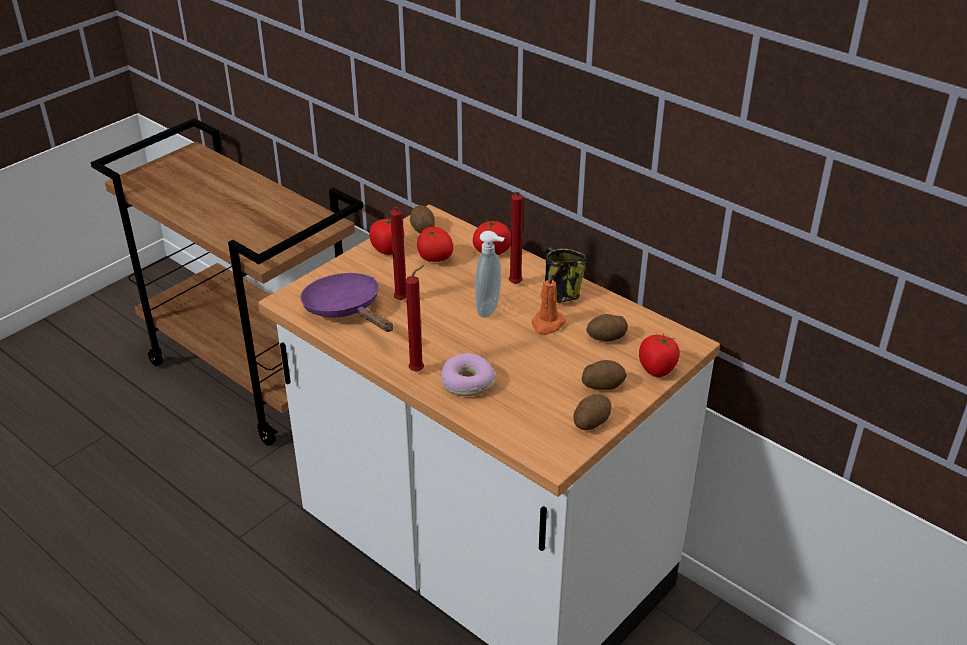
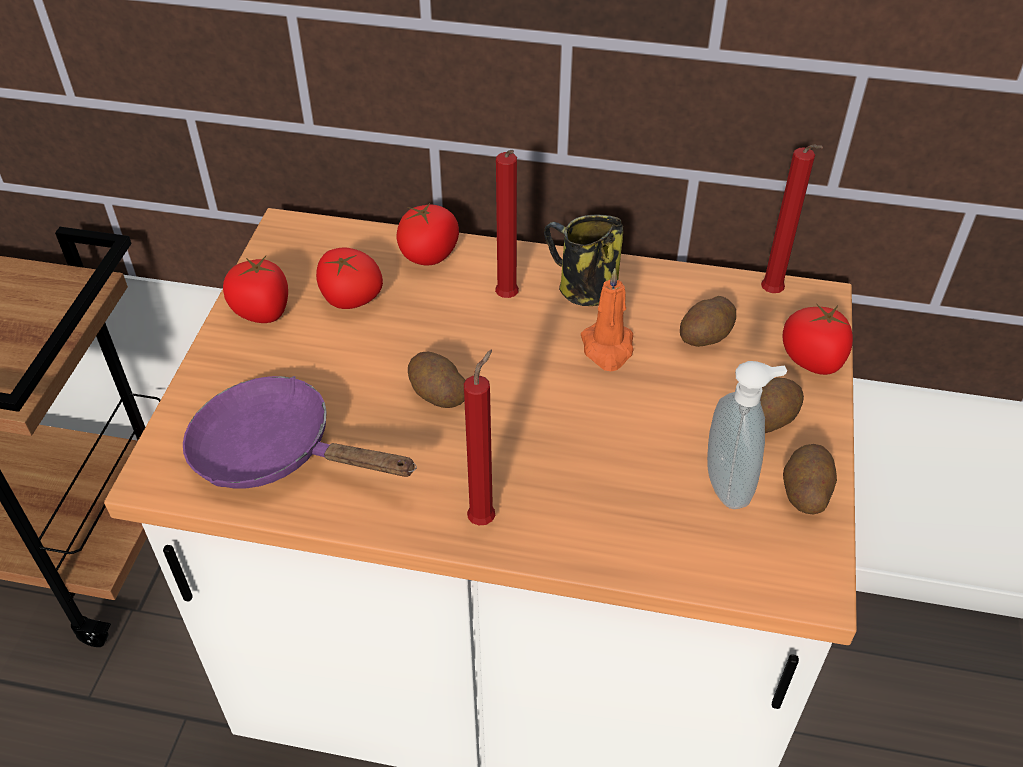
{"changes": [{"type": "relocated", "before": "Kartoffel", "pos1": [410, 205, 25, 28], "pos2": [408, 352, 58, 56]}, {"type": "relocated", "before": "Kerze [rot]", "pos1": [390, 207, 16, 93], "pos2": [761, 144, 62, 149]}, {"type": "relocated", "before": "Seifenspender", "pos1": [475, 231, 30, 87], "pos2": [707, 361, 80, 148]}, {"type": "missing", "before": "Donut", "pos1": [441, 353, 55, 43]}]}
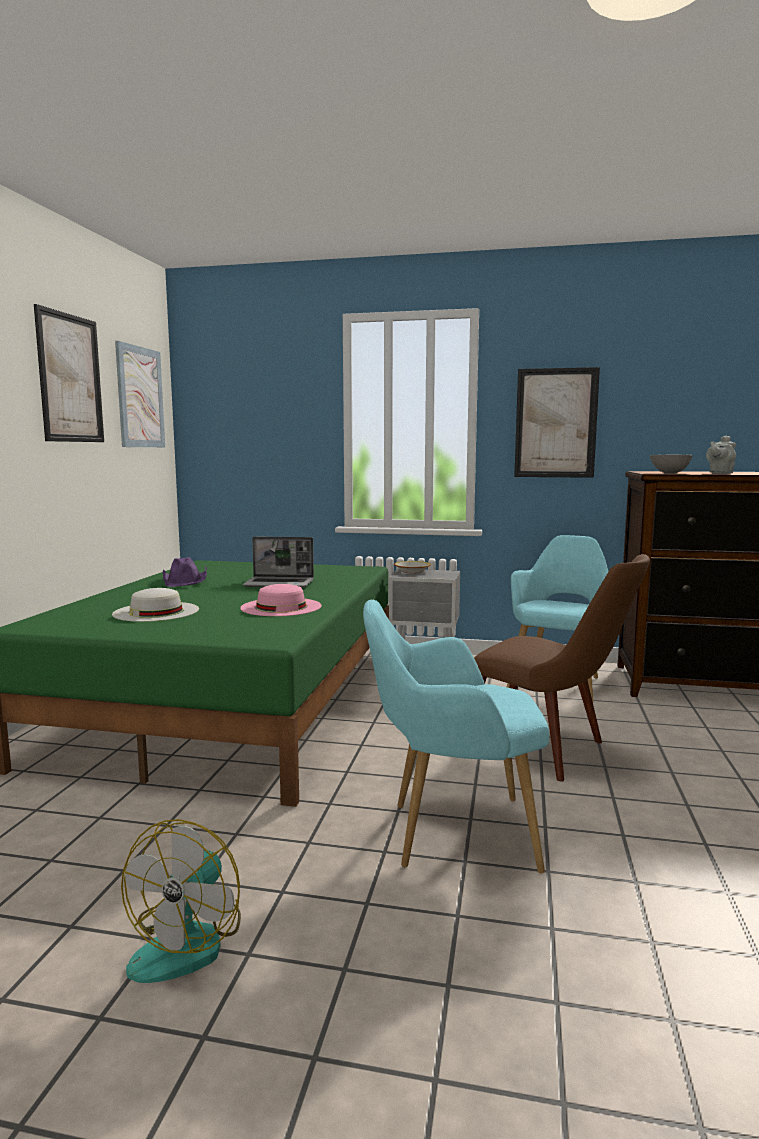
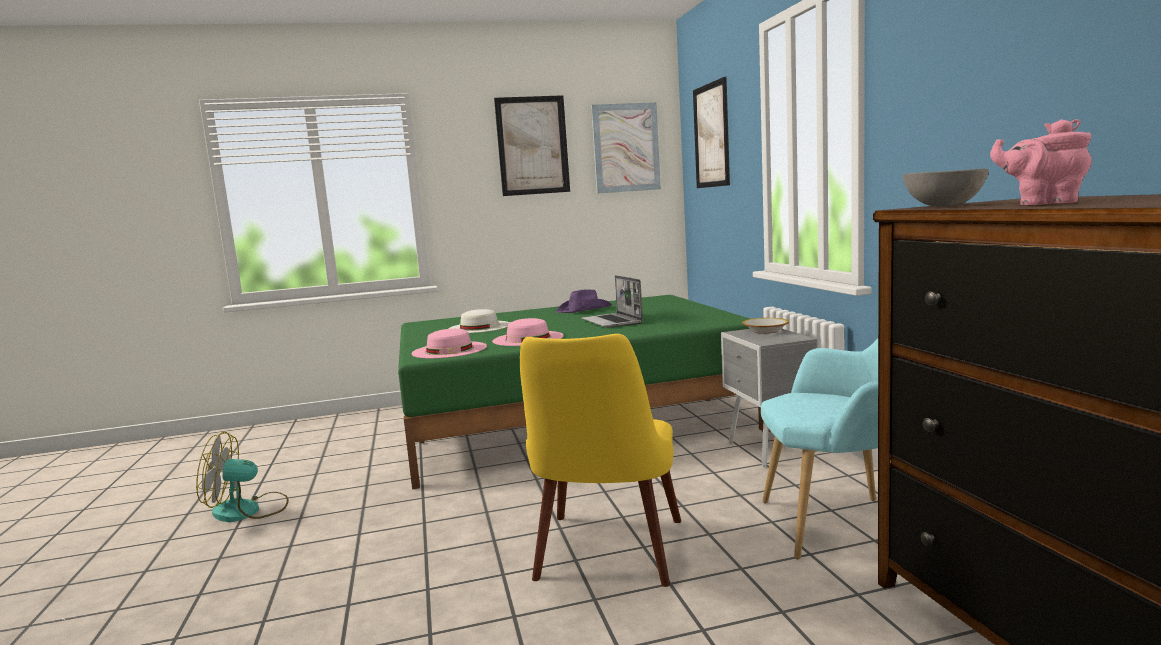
{"changes": [{"type": "relocated", "before": "Bild", "pos1": [514, 367, 86, 111], "pos2": [693, 77, 37, 111]}, {"type": "colour", "before": "Teekanne [grau]", "after": "Teekanne [rosa]", "pos1": [706, 435, 30, 39], "pos2": [990, 119, 102, 86]}, {"type": "colour", "before": "Stuhl [braun]", "after": "Stuhl [gelb]", "pos1": [474, 554, 176, 228], "pos2": [520, 334, 161, 253]}, {"type": "missing", "before": "Sessel [türkis]", "pos1": [363, 600, 186, 274]}, {"type": "appeared", "after": "Hut [rosa]", "pos2": [411, 329, 76, 29]}]}
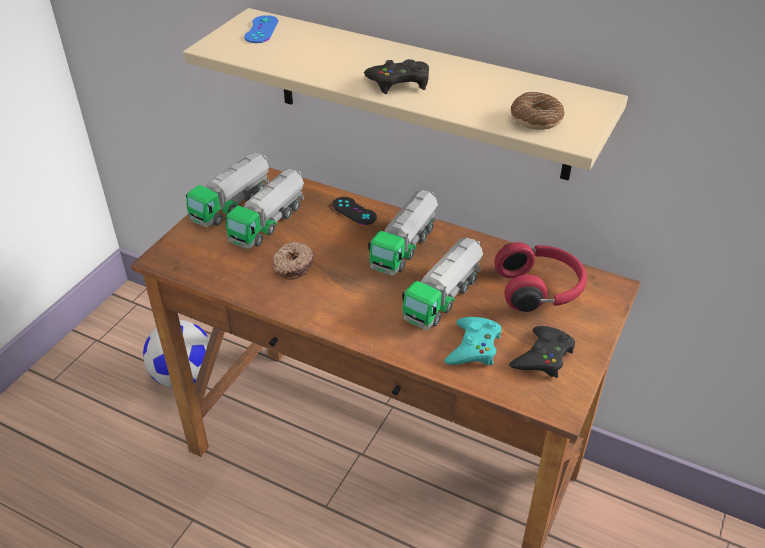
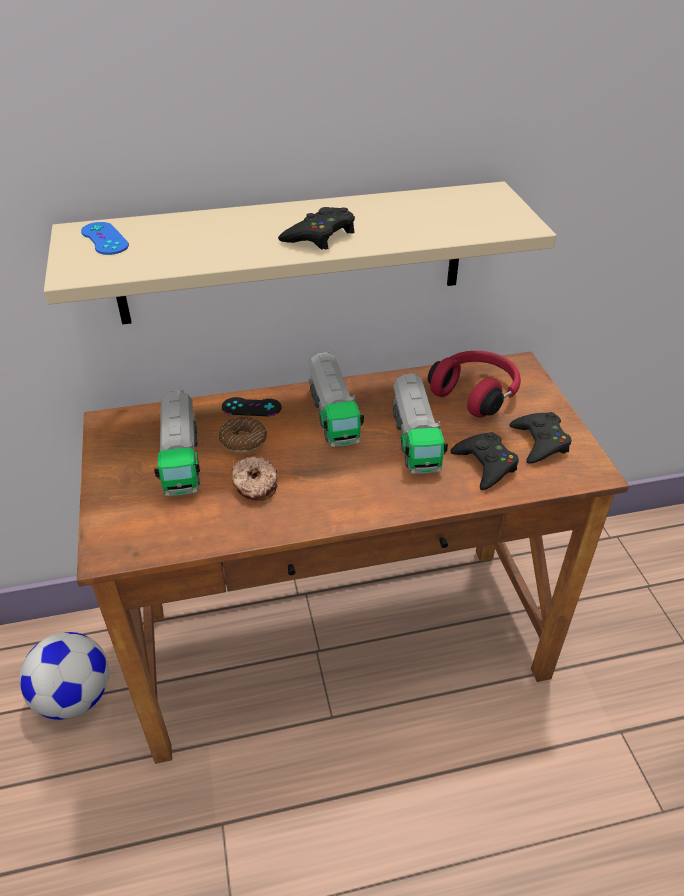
{"changes": [{"type": "relocated", "before": "Donut", "pos1": [511, 92, 54, 38], "pos2": [219, 417, 48, 37]}, {"type": "missing", "before": "Spielzeuglaster", "pos1": [186, 152, 83, 75]}, {"type": "colour", "before": "Gamepad [türkis]", "after": "Gamepad [schwarz]", "pos1": [444, 317, 58, 48], "pos2": [450, 432, 69, 58]}]}
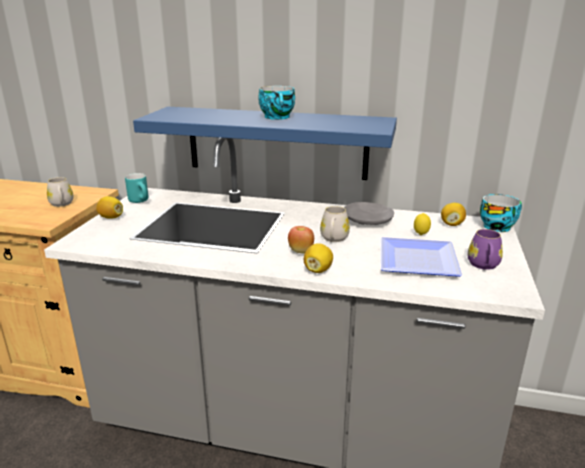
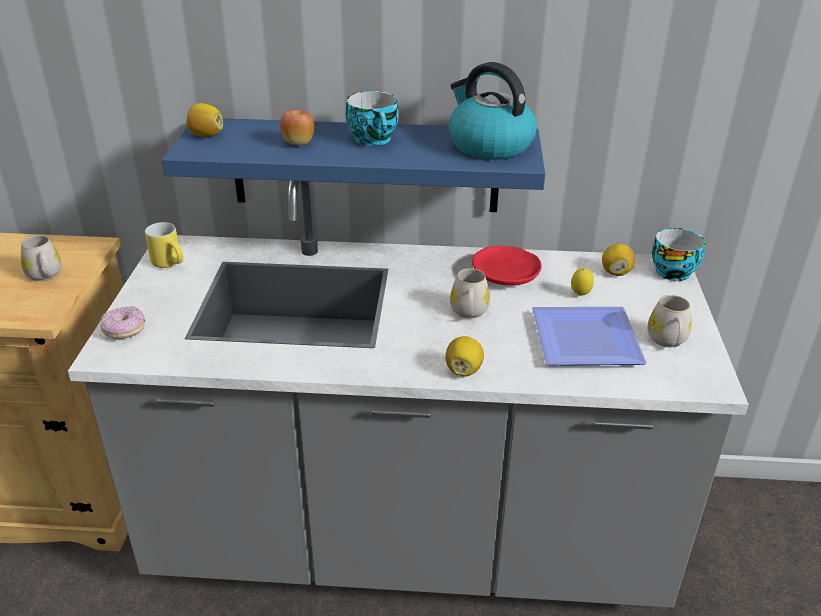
{"changes": [{"type": "colour", "before": "Henkelbecher [türkis]", "after": "Henkelbecher [gelb]", "pos1": [125, 173, 24, 30], "pos2": [145, 222, 38, 46]}, {"type": "relocated", "before": "Zitrone", "pos1": [96, 196, 27, 23], "pos2": [186, 103, 37, 33]}, {"type": "colour", "before": "Teller [grau]", "after": "Teller [rot]", "pos1": [344, 202, 50, 23], "pos2": [472, 246, 70, 39]}, {"type": "relocated", "before": "Apfel", "pos1": [288, 226, 26, 28], "pos2": [280, 109, 34, 36]}, {"type": "colour", "before": "Henkelbecher [lila]", "after": "Henkelbecher [weiß]", "pos1": [468, 229, 35, 41], "pos2": [647, 295, 45, 52]}, {"type": "appeared", "after": "Wasserkessel", "pos2": [449, 62, 88, 98]}, {"type": "appeared", "after": "Donut", "pos2": [100, 306, 45, 33]}]}
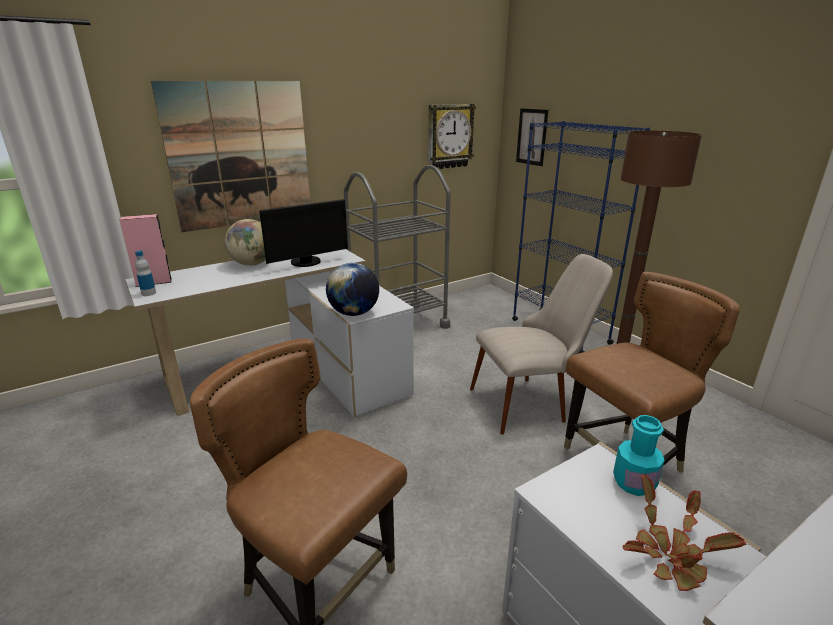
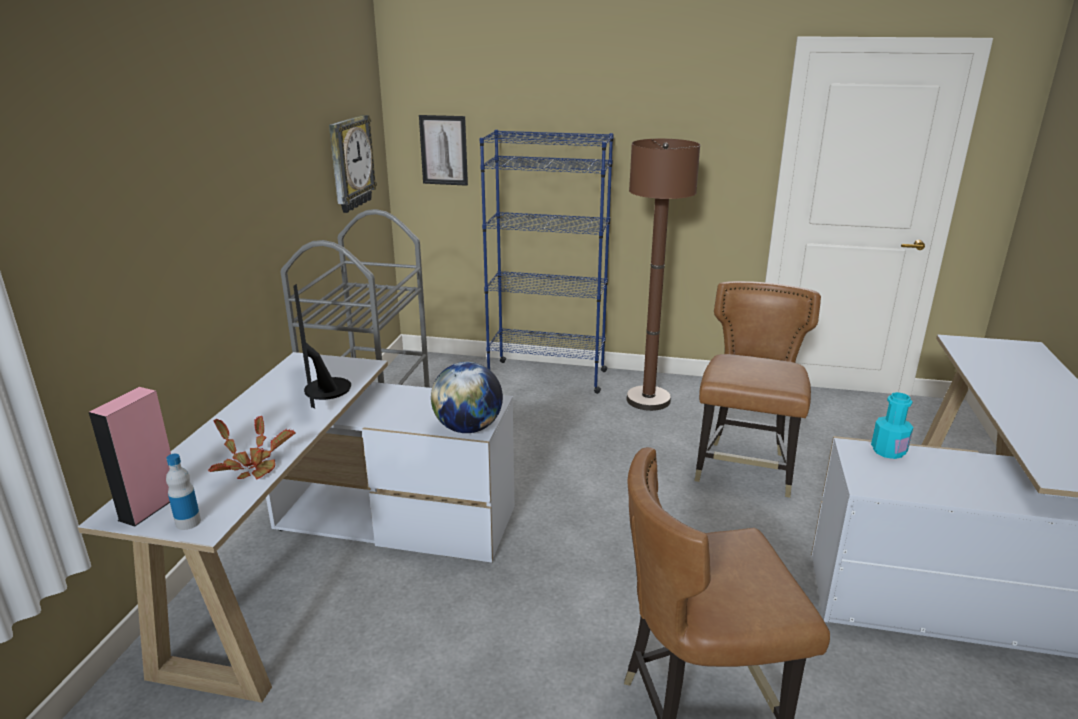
{"changes": [{"type": "missing", "before": "Bild", "pos1": [151, 81, 160, 151]}, {"type": "spun", "before": "Monitor", "pos1": [259, 199, 89, 68], "pos2": [293, 284, 58, 125], "turn": 150}, {"type": "missing", "before": "Globus", "pos1": [225, 219, 41, 47]}, {"type": "missing", "before": "Stuhl [beige]", "pos1": [470, 254, 143, 181]}, {"type": "relocated", "before": "Topfpflanze", "pos1": [623, 474, 124, 117], "pos2": [208, 416, 88, 63]}]}
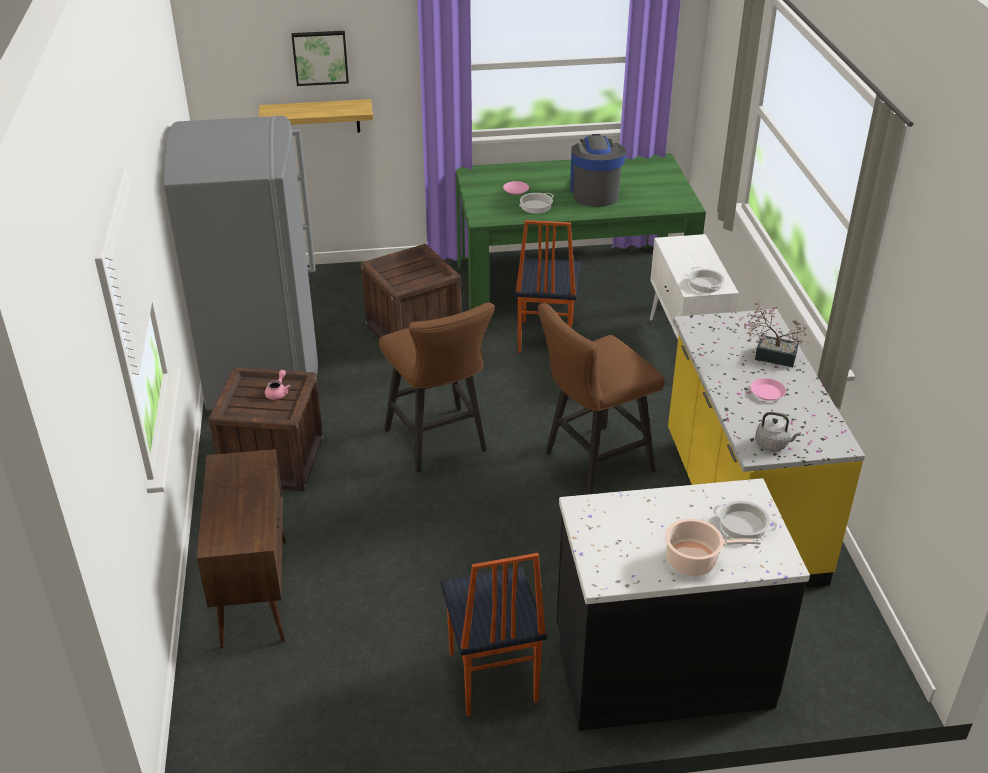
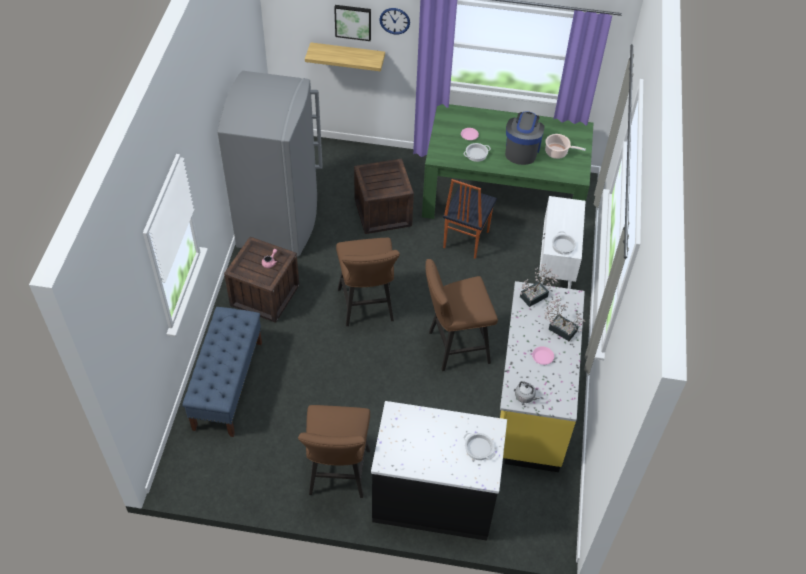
{"changes": [{"type": "exchanged", "before": "Schrank [braun]", "after": "Bank [blau]", "pos1": [197, 449, 89, 199], "pos2": [182, 307, 80, 130]}, {"type": "relocated", "before": "Kochtopf", "pos1": [665, 519, 96, 57], "pos2": [545, 134, 41, 25]}, {"type": "exchanged", "before": "Stuhl", "after": "Hocker [braun]", "pos1": [440, 553, 107, 164], "pos2": [298, 405, 73, 93]}, {"type": "appeared", "after": "Wanduhr", "pos2": [379, 8, 31, 26]}, {"type": "appeared", "after": "Topfpflanze", "pos2": [520, 264, 39, 43]}]}
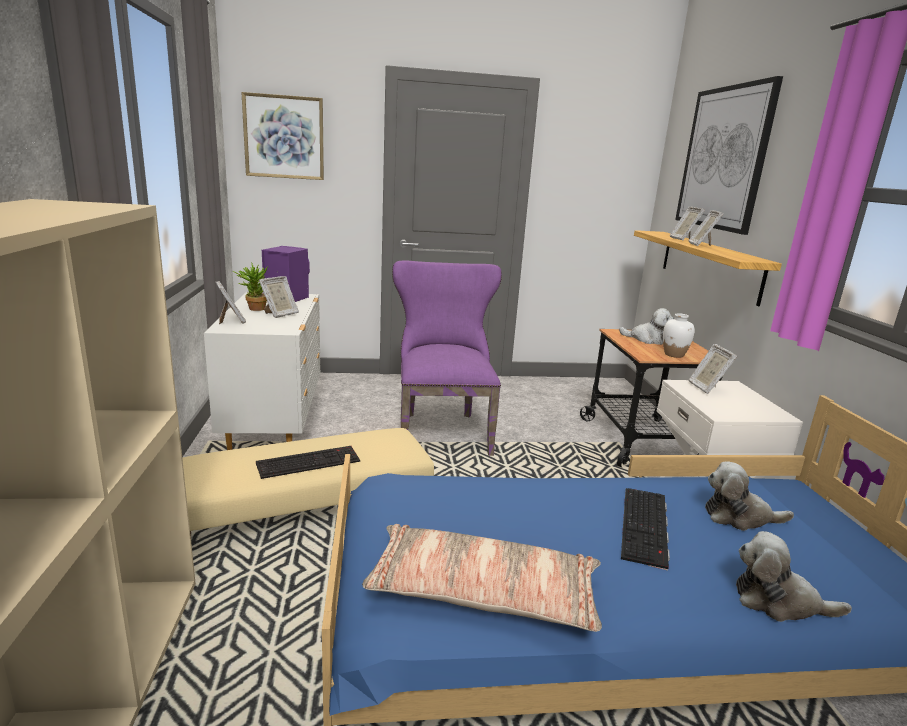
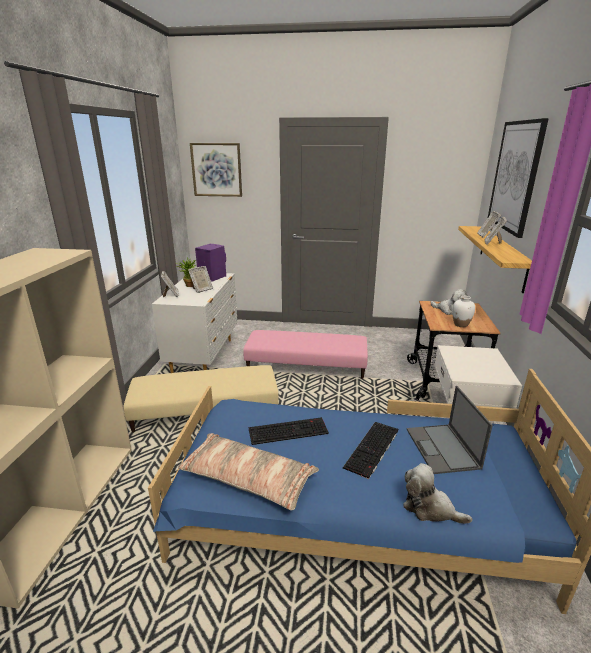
{"changes": [{"type": "exchanged", "before": "Stuhl [lila]", "after": "Polsterhocker [rosa]", "pos1": [392, 260, 110, 196], "pos2": [243, 330, 125, 49]}, {"type": "missing", "before": "Bilderrahmen", "pos1": [689, 344, 48, 50]}, {"type": "relocated", "before": "Tastatur", "pos1": [256, 446, 104, 33], "pos2": [249, 417, 80, 28]}, {"type": "exchanged", "before": "Plüschtier", "after": "Laptop", "pos1": [705, 461, 89, 70], "pos2": [407, 386, 86, 88]}]}
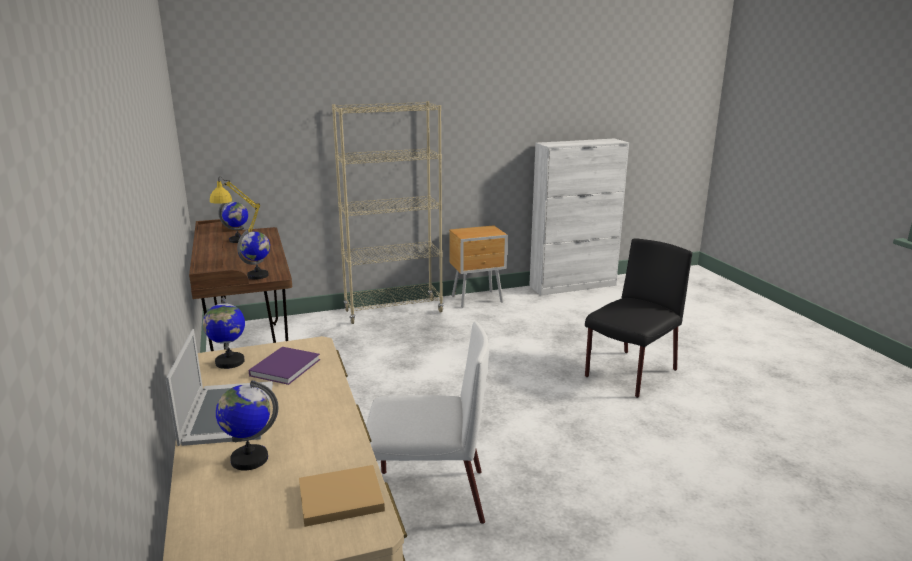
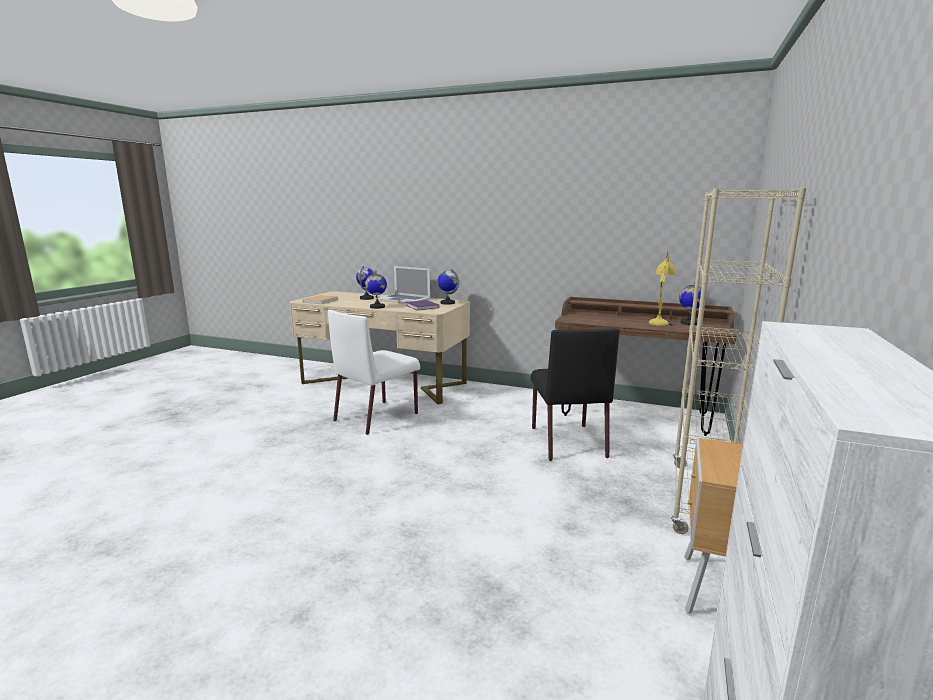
{"changes": [{"type": "relocated", "before": "Globus", "pos1": [237, 230, 33, 49], "pos2": [365, 271, 22, 38]}, {"type": "relocated", "before": "Stuhl [schwarz]", "pos1": [585, 238, 107, 160], "pos2": [531, 328, 89, 133]}]}
